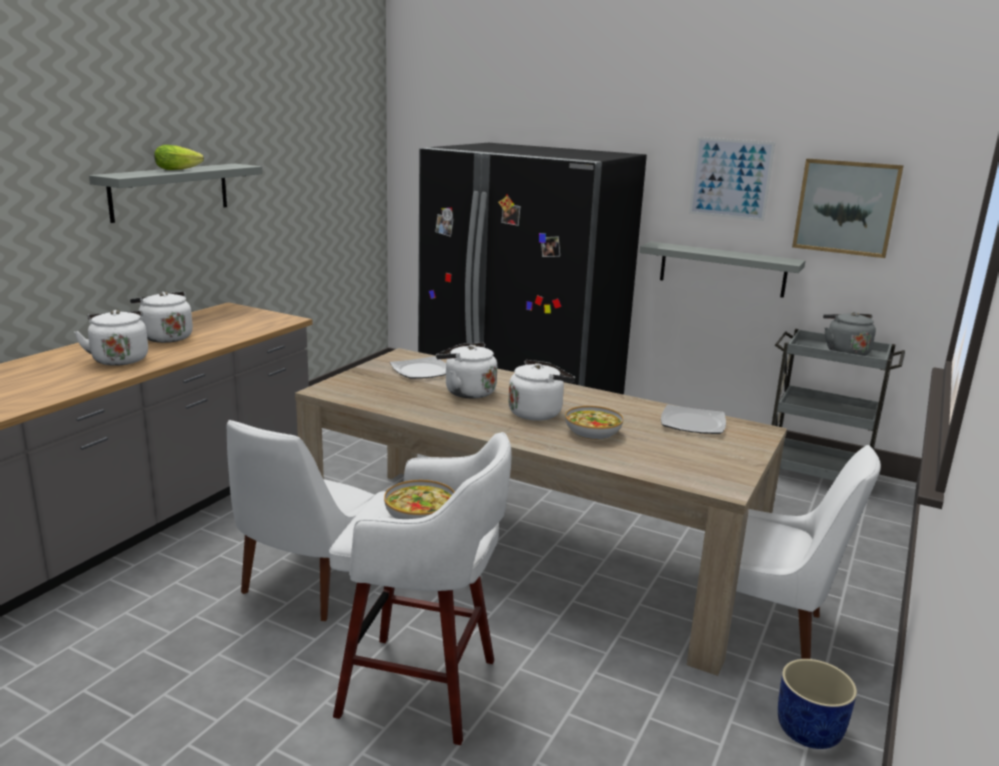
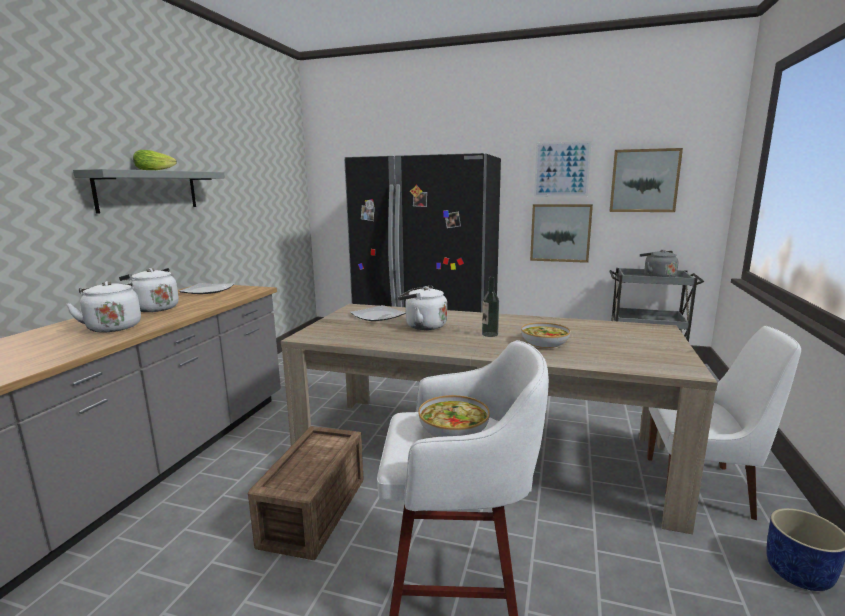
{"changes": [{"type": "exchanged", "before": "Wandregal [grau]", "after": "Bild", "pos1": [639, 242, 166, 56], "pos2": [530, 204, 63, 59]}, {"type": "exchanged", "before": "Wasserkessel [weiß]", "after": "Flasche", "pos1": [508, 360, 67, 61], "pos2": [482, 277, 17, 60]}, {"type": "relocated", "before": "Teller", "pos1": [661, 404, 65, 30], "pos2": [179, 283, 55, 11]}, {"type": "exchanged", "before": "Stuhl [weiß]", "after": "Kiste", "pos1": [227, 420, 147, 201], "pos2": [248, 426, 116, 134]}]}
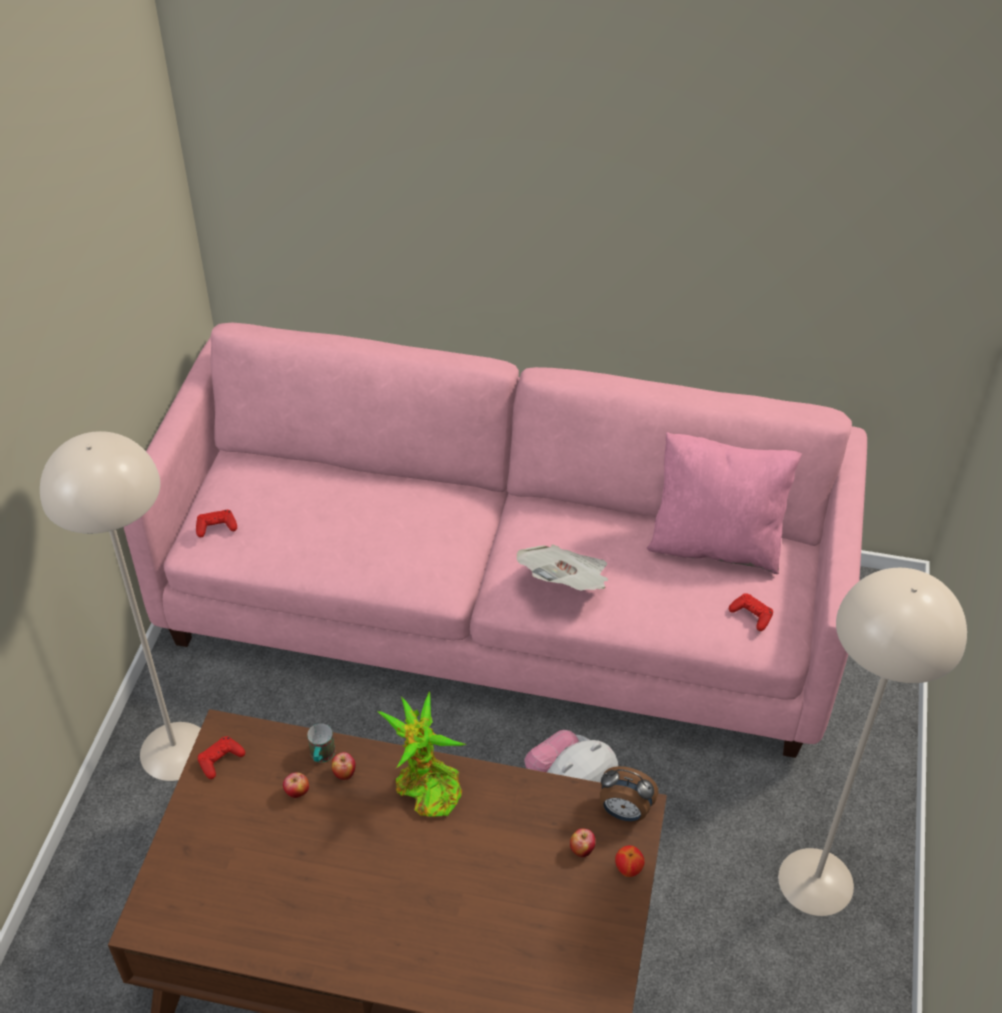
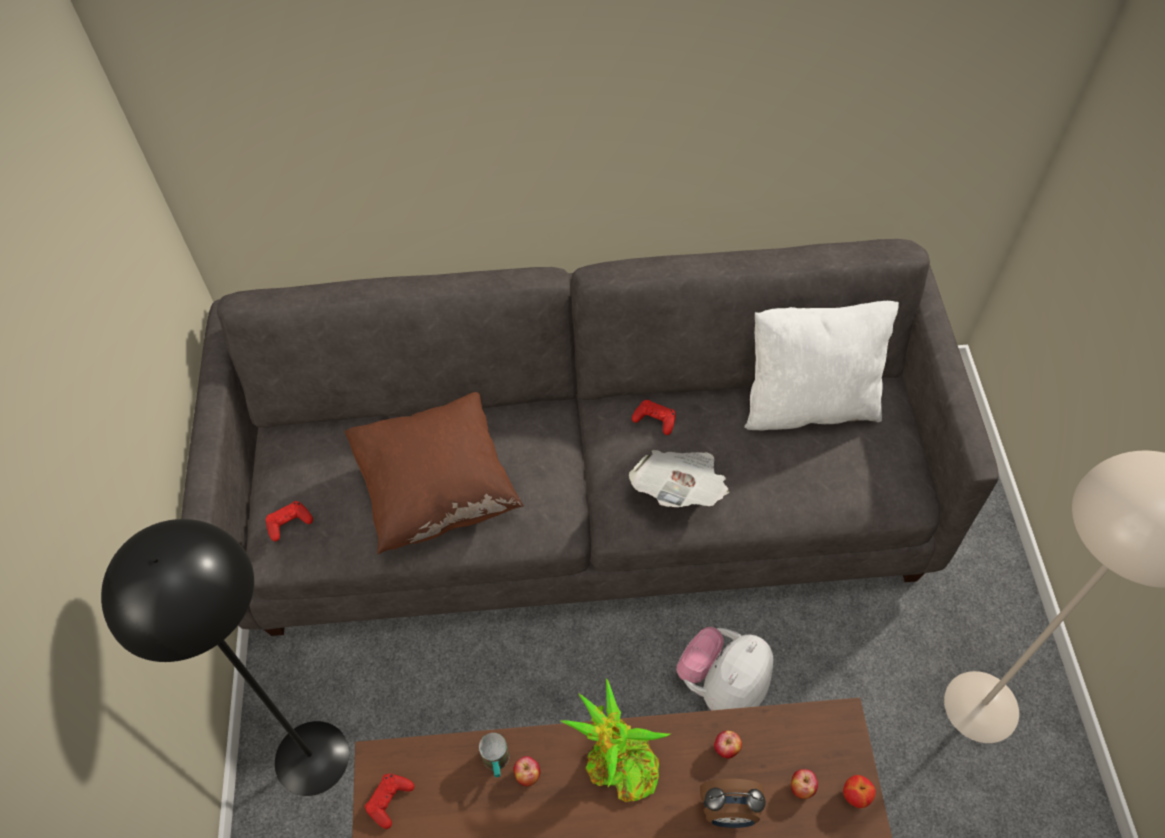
{"changes": [{"type": "colour", "before": "Sofa [rosa]", "after": "Sofa [grau]", "pos1": [124, 323, 743, 435], "pos2": [181, 239, 818, 397]}, {"type": "colour", "before": "Stehlampe [beige]", "after": "Stehlampe [schwarz]", "pos1": [40, 431, 161, 350], "pos2": [101, 519, 248, 277]}, {"type": "colour", "before": "Kissen [rosa]", "after": "Kissen [weiß]", "pos1": [646, 432, 156, 142], "pos2": [744, 301, 155, 129]}, {"type": "relocated", "before": "Gamepad [rot]", "pos1": [729, 593, 44, 38], "pos2": [632, 400, 44, 35]}, {"type": "relocated", "before": "Wecker", "pos1": [600, 766, 58, 56], "pos2": [700, 779, 66, 49]}, {"type": "relocated", "before": "Apfel", "pos1": [283, 772, 26, 26], "pos2": [714, 731, 28, 28]}, {"type": "appeared", "after": "Kissen [braun]", "pos2": [344, 392, 180, 163]}]}
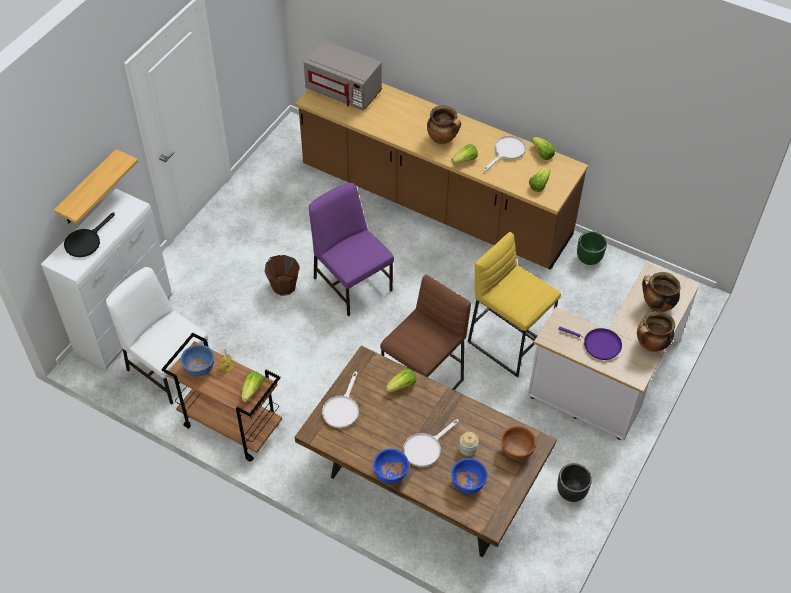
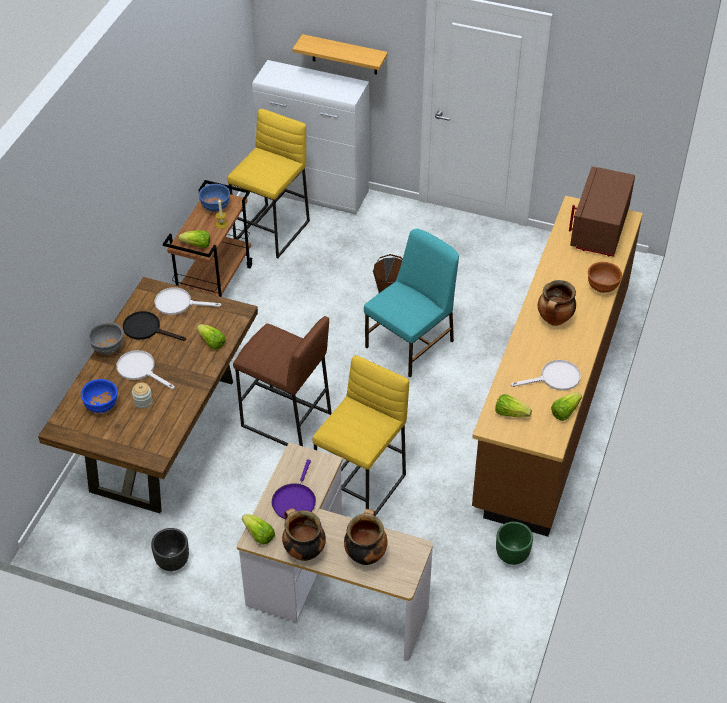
{"changes": [{"type": "colour", "before": "Mikrowelle [grau]", "after": "Mikrowelle [braun]", "pos1": [304, 40, 78, 70], "pos2": [569, 166, 66, 91]}, {"type": "spun", "before": "Pfanne [weiß]", "pos1": [483, 136, 43, 36], "pos2": [511, 360, 70, 31], "turn": -45}, {"type": "relocated", "before": "Salatkopf", "pos1": [451, 144, 27, 21], "pos2": [242, 514, 33, 31]}, {"type": "colour", "before": "Stuhl [lila]", "after": "Stuhl [türkis]", "pos1": [309, 183, 85, 133], "pos2": [364, 228, 95, 149]}, {"type": "relocated", "before": "Pfanne [schwarz]", "pos1": [64, 212, 51, 45], "pos2": [123, 311, 63, 30]}, {"type": "exchanged", "before": "Stuhl [weiß]", "after": "Hocker [gelb]", "pos1": [106, 267, 103, 138], "pos2": [227, 109, 83, 150]}, {"type": "relocated", "before": "Schüssel [braun]", "pos1": [501, 426, 35, 35], "pos2": [588, 262, 34, 31]}, {"type": "colour", "before": "Schüssel [blau]", "after": "Schüssel [grau]", "pos1": [373, 448, 36, 36], "pos2": [88, 322, 35, 32]}]}
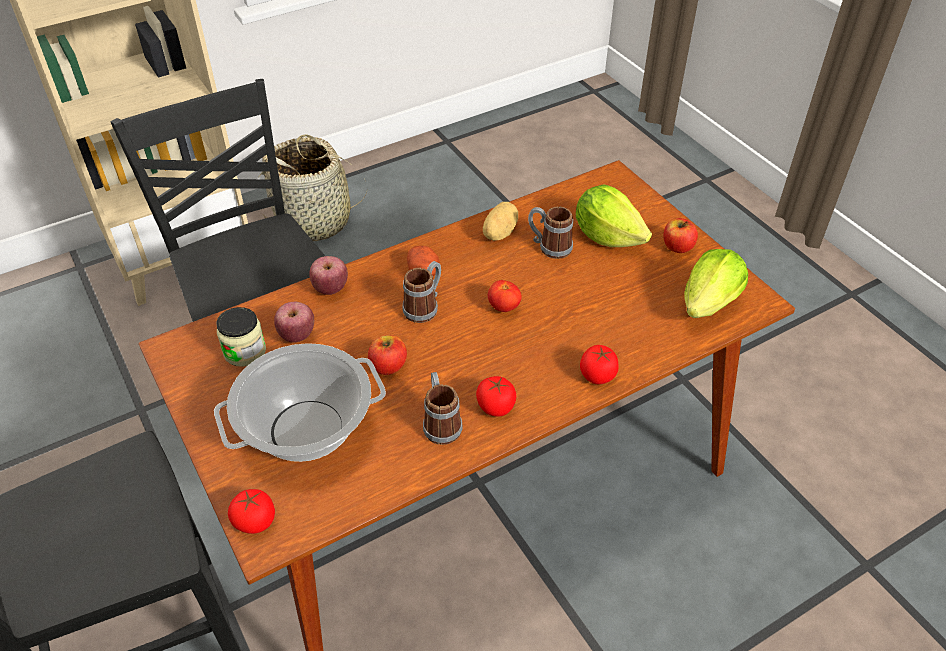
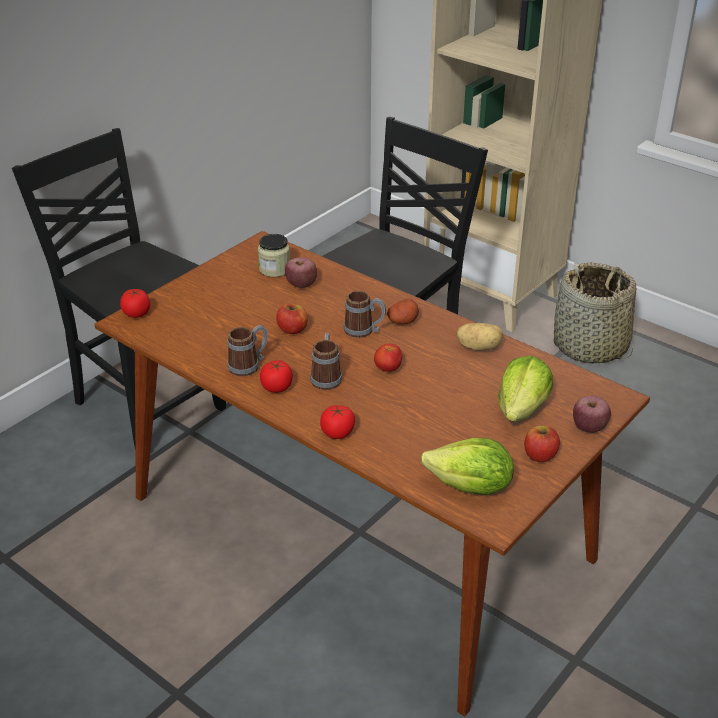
{"changes": [{"type": "relocated", "before": "Henkelbecher", "pos1": [528, 207, 45, 52], "pos2": [310, 333, 32, 57]}, {"type": "relocated", "before": "Apfel", "pos1": [309, 256, 39, 39], "pos2": [573, 396, 38, 37]}, {"type": "missing", "before": "Kochtopf", "pos1": [214, 343, 172, 119]}]}
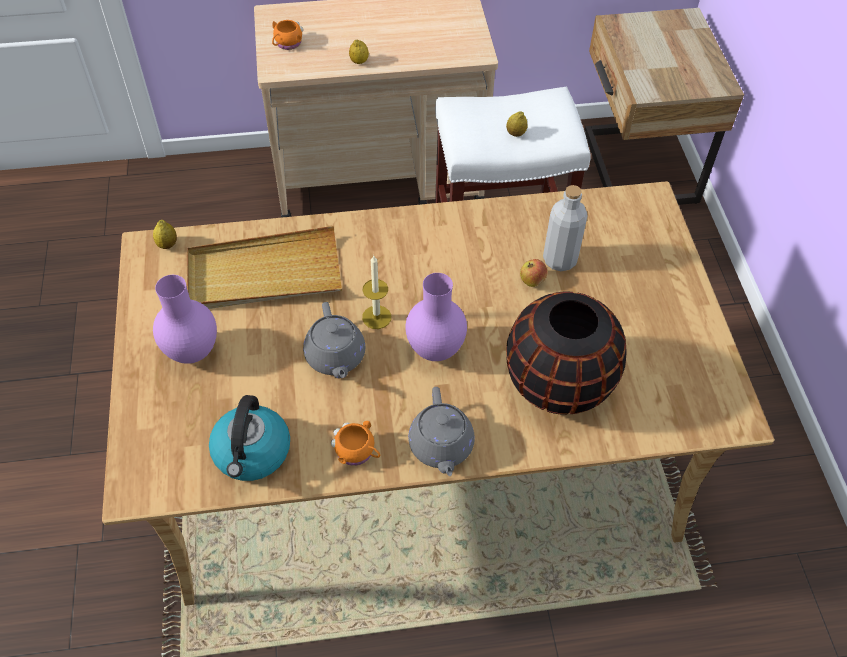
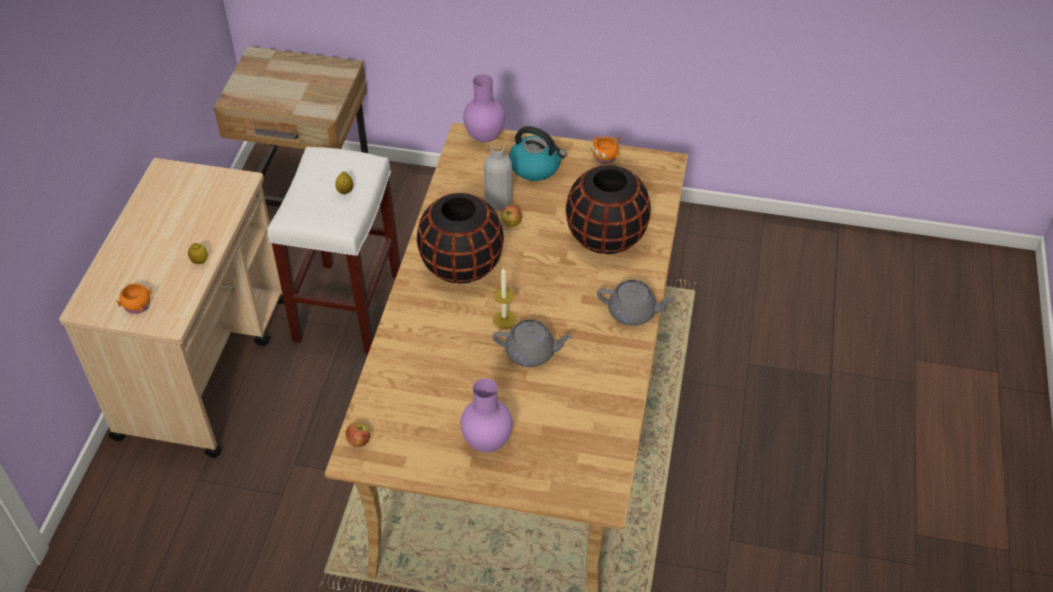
{"changes": [{"type": "exchanged", "before": "Zitrone", "after": "Apfel", "pos1": [153, 220, 24, 29], "pos2": [346, 423, 24, 24]}, {"type": "missing", "before": "Tablett [beige]", "pos1": [187, 226, 155, 83]}, {"type": "relocated", "before": "Vase [lila]", "pos1": [405, 273, 62, 88], "pos2": [463, 74, 42, 68]}, {"type": "relocated", "before": "Wasserkessel", "pos1": [209, 395, 81, 86], "pos2": [509, 126, 58, 55]}, {"type": "relocated", "before": "Henkelbecher [orange]", "pos1": [331, 421, 49, 45], "pos2": [591, 135, 29, 29]}, {"type": "appeared", "after": "Vase [schwarz]", "pos2": [417, 193, 87, 91]}]}
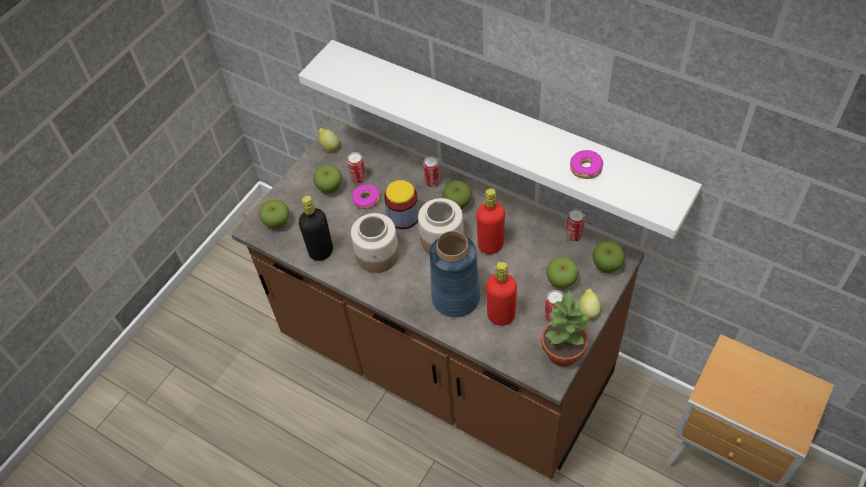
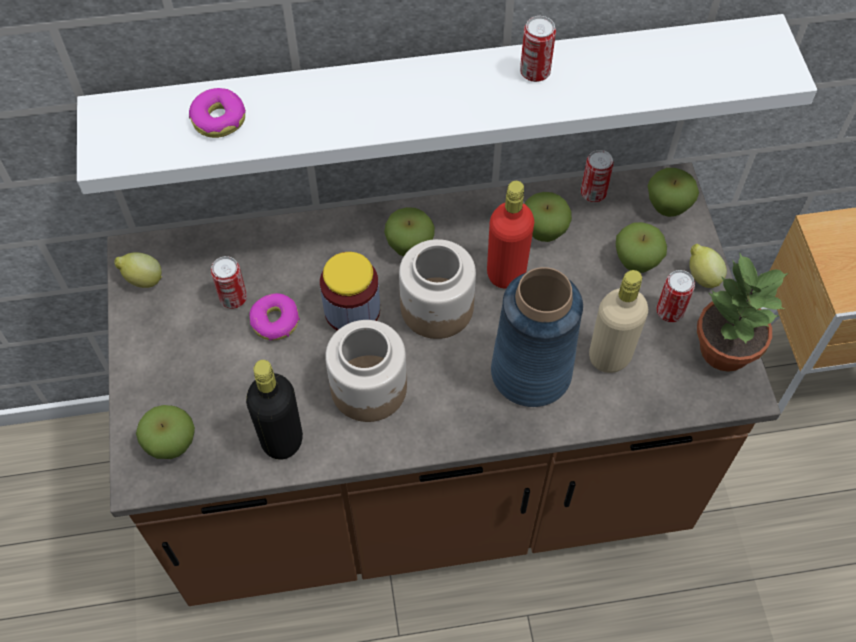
{"changes": [{"type": "relocated", "before": "Donut", "pos1": [570, 150, 33, 29], "pos2": [189, 88, 57, 50]}, {"type": "relocated", "before": "Dose", "pos1": [423, 156, 18, 31], "pos2": [520, 16, 36, 66]}, {"type": "relocated", "before": "Apfel", "pos1": [313, 165, 29, 29], "pos2": [525, 192, 47, 50]}, {"type": "colour", "before": "Flasche [rot]", "after": "Flasche [beige]", "pos1": [486, 262, 31, 64], "pos2": [589, 270, 59, 103]}]}
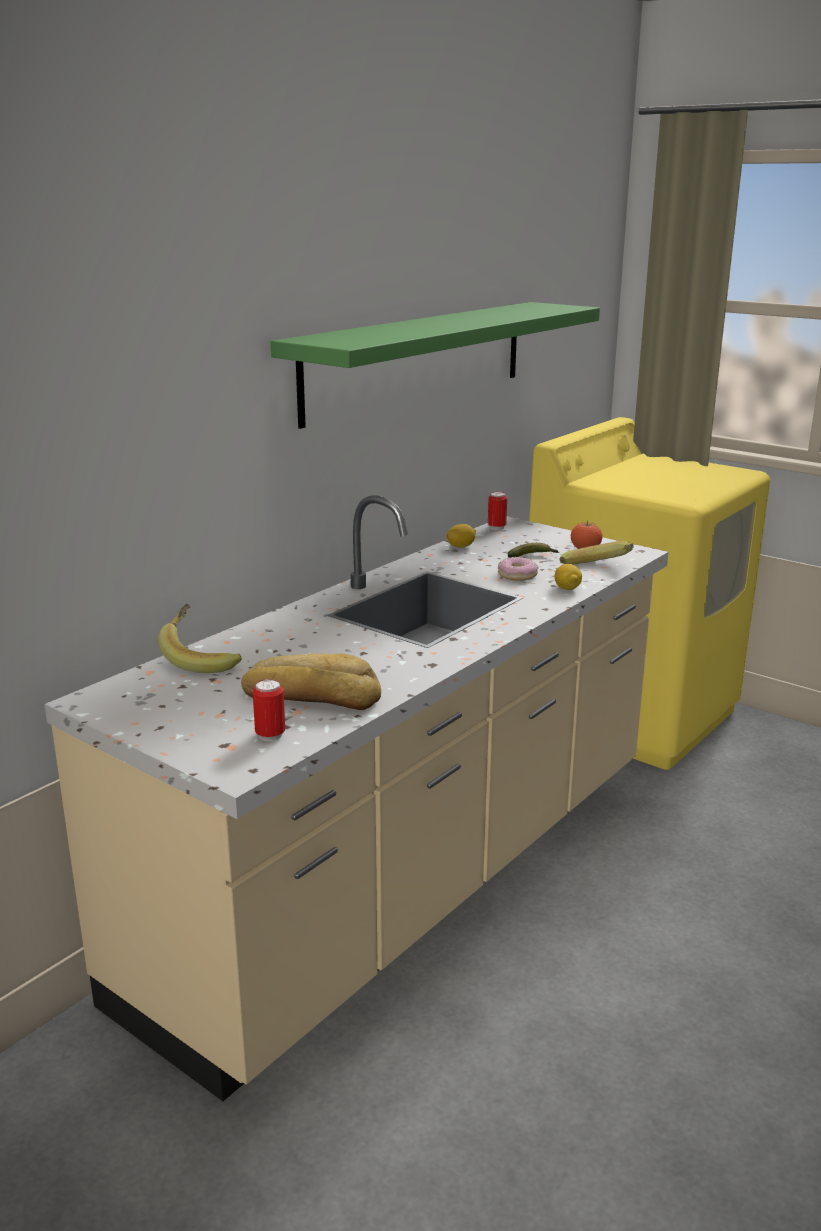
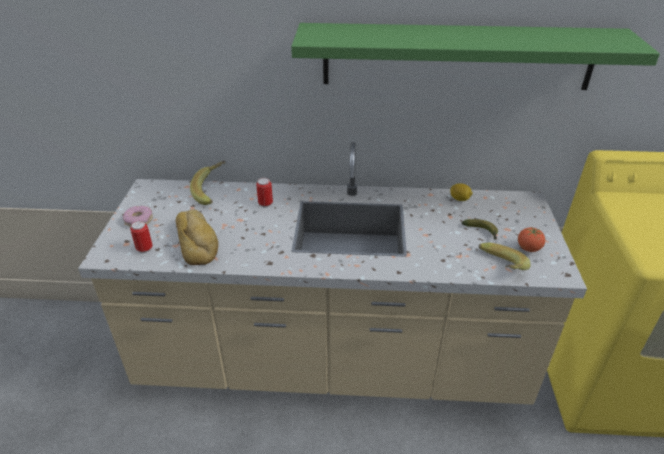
{"changes": [{"type": "relocated", "before": "Dose", "pos1": [488, 492, 19, 38], "pos2": [256, 178, 17, 30]}, {"type": "relocated", "before": "Donut", "pos1": [498, 557, 40, 24], "pos2": [123, 206, 30, 21]}, {"type": "missing", "before": "Zitrone", "pos1": [555, 564, 27, 26]}]}
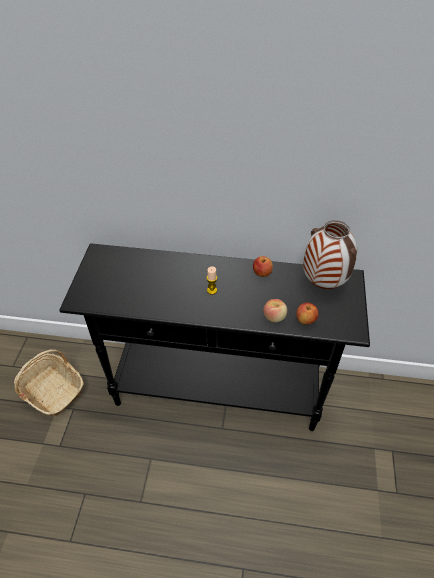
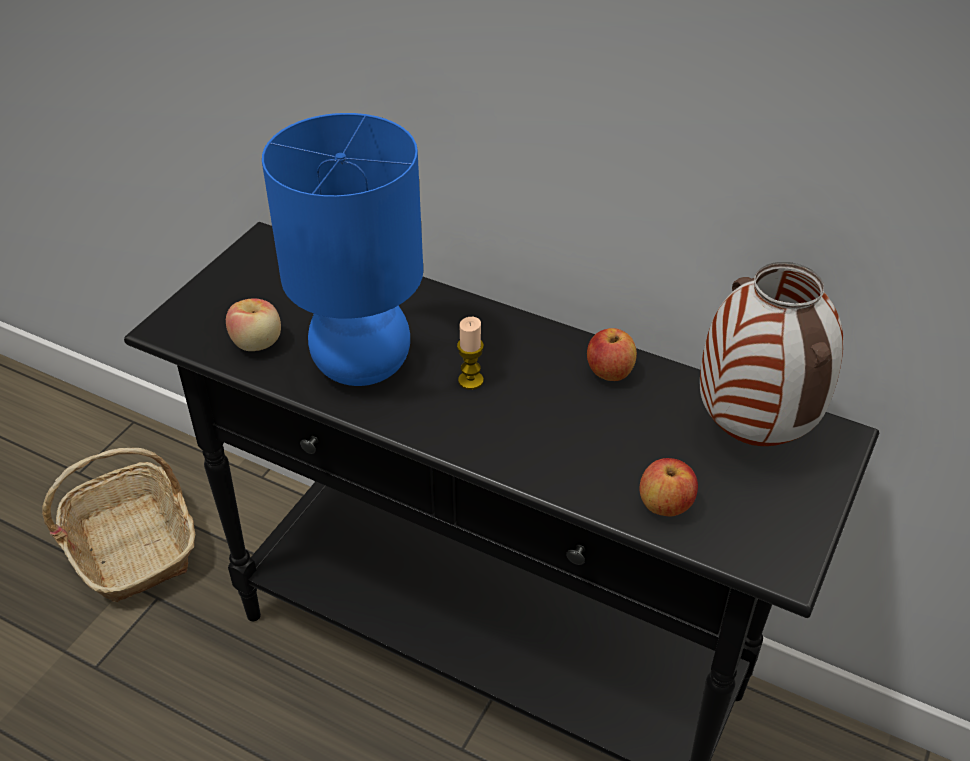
{"changes": [{"type": "relocated", "before": "Apfel", "pos1": [263, 299, 24, 24], "pos2": [226, 298, 55, 53]}, {"type": "appeared", "after": "Tischlampe [blau]", "pos2": [262, 113, 161, 273]}]}
